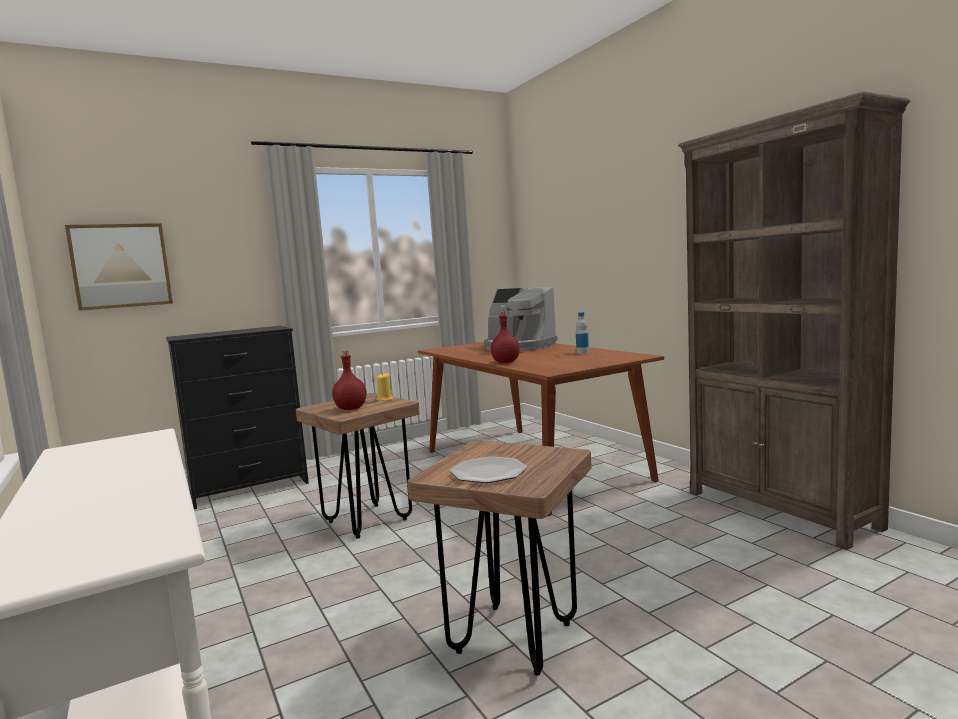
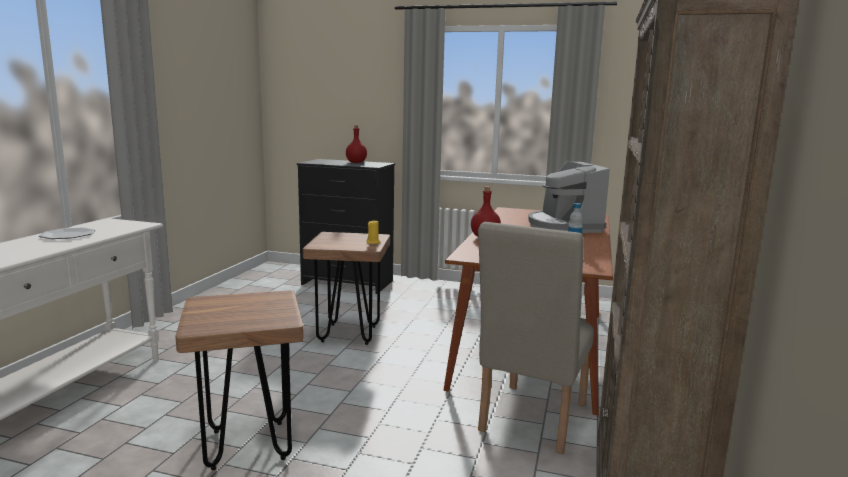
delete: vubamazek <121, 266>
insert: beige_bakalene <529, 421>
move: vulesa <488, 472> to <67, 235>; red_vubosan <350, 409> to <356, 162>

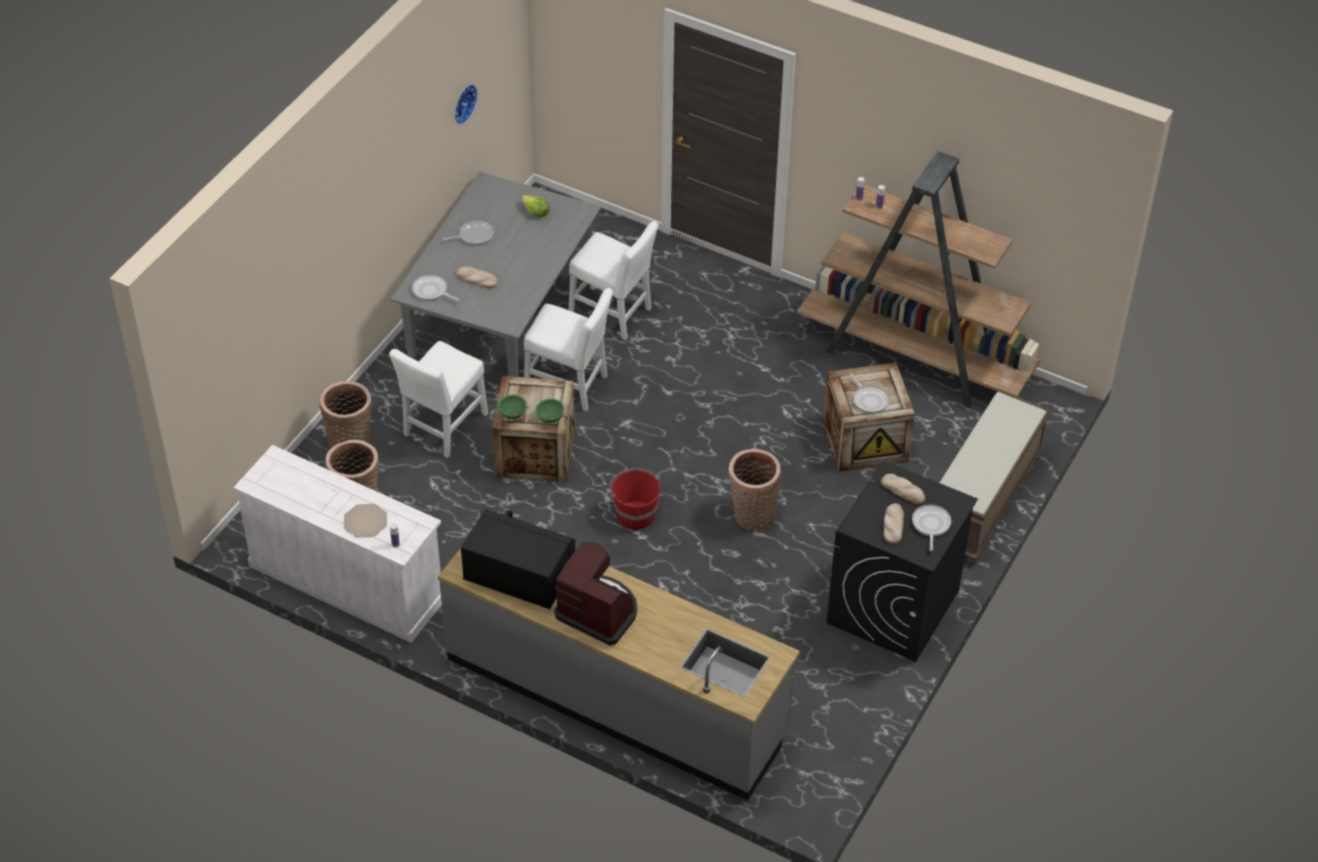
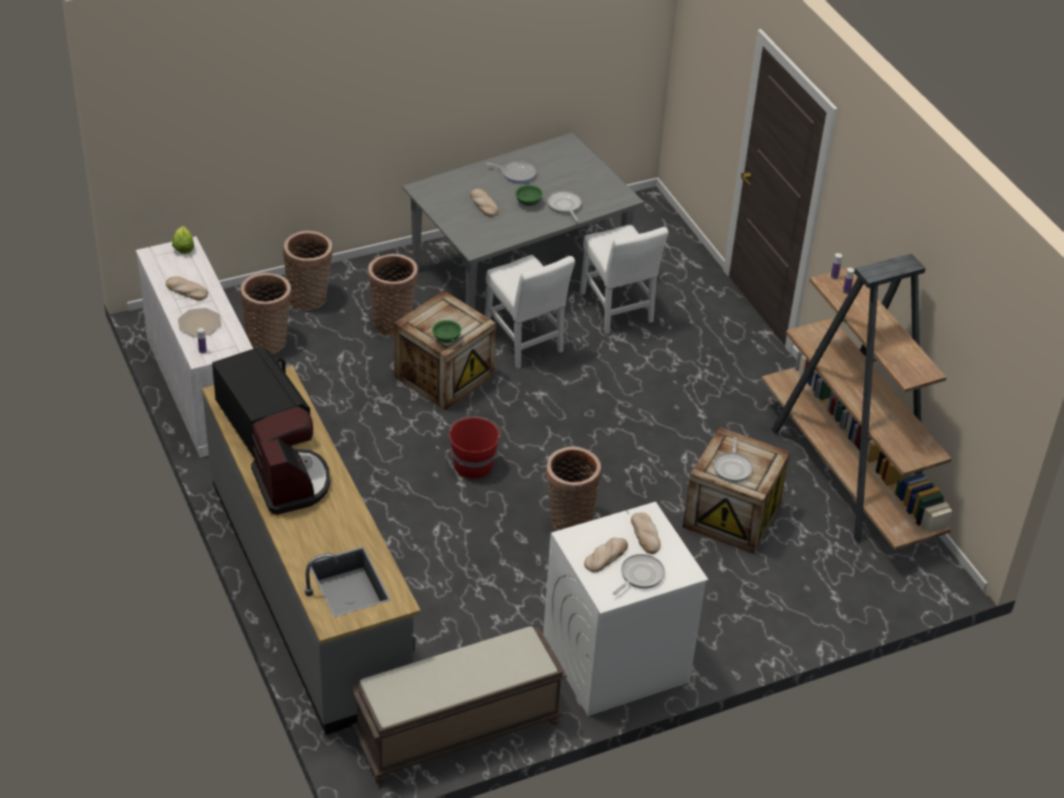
delete: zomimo <463, 103>
insert: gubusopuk <186, 290>
move: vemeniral <535, 212> to <183, 247>; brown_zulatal <983, 500> to <457, 730>; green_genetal <513, 415> to <528, 203>; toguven <431, 291> to <565, 206>
replace: white_bakalene <443, 428> to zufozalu <393, 321>
recolor: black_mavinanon <893, 607> to white_mavinanon <615, 660>

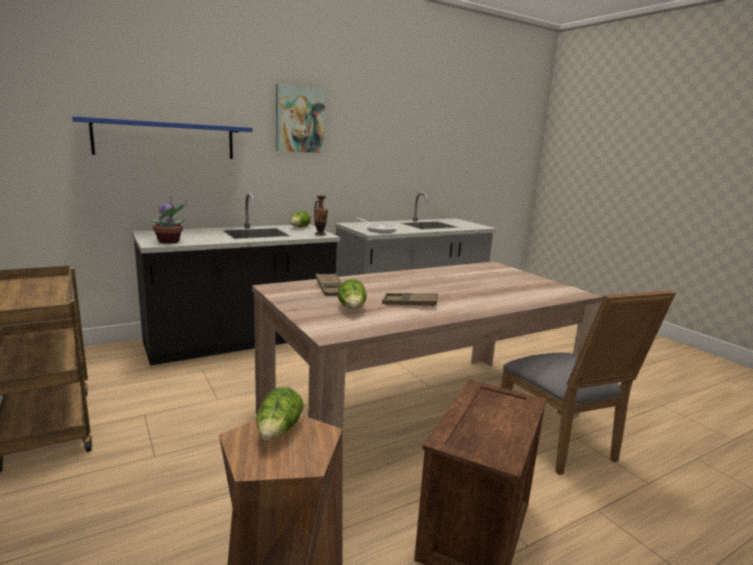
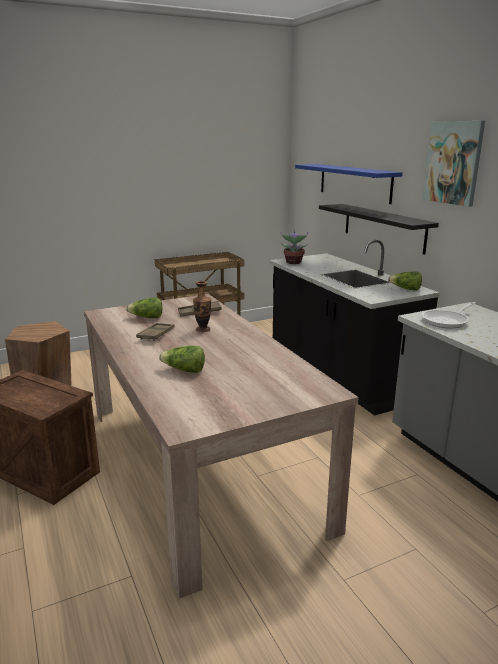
delete: grey_bakalene <561, 444>
insert: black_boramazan <383, 227>
move: vemeniral <279, 431> to <184, 370>; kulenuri <320, 234> to <203, 329>

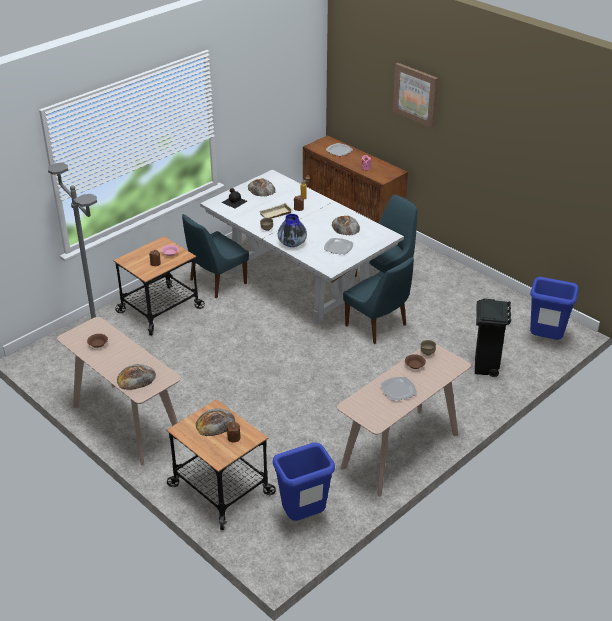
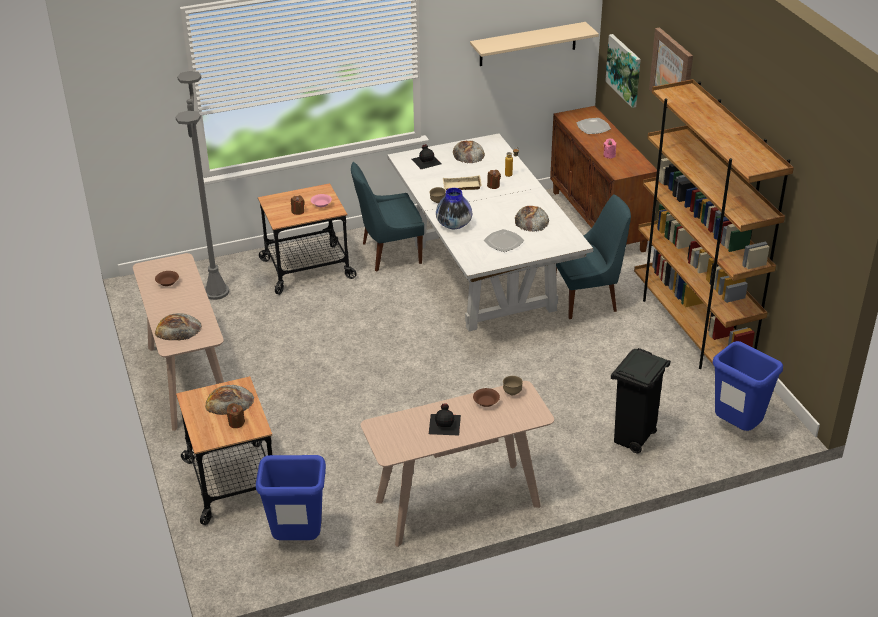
delete: blue_bakalene <377, 326>
insert: beige_boramazan <528, 44>; vubamazek <624, 70>; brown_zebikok <692, 328>
replace: vulesa <398, 389> to black_vubosan <445, 424>

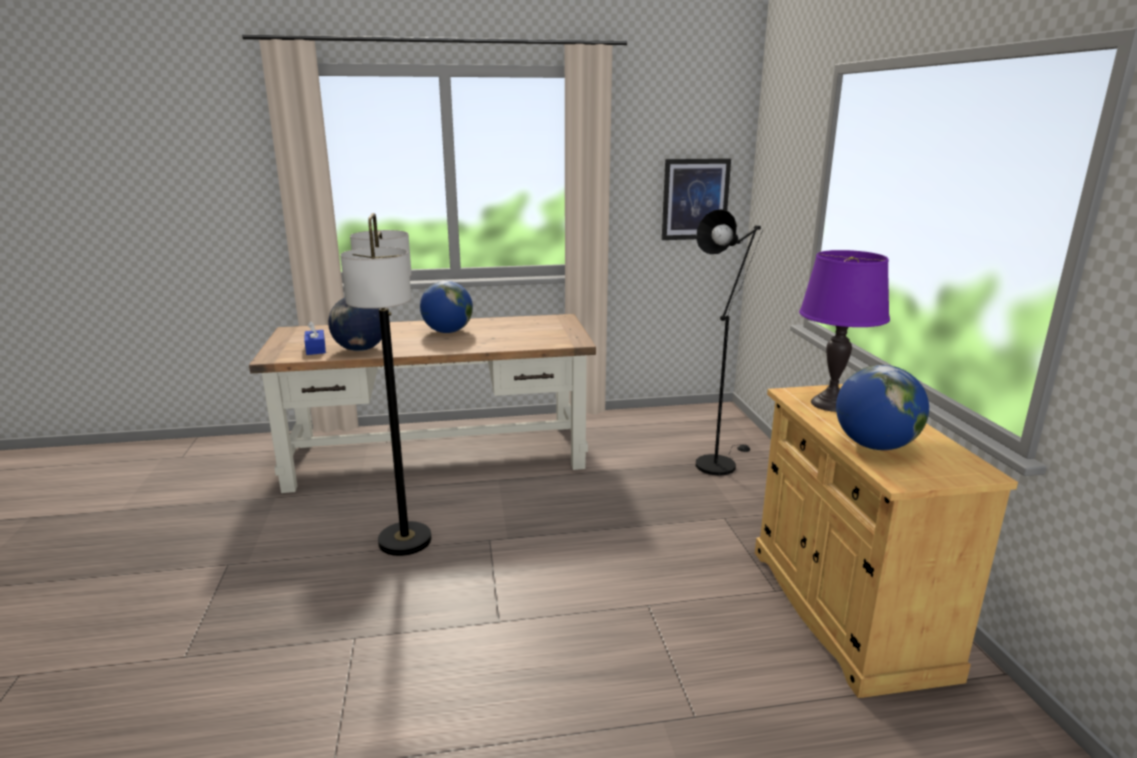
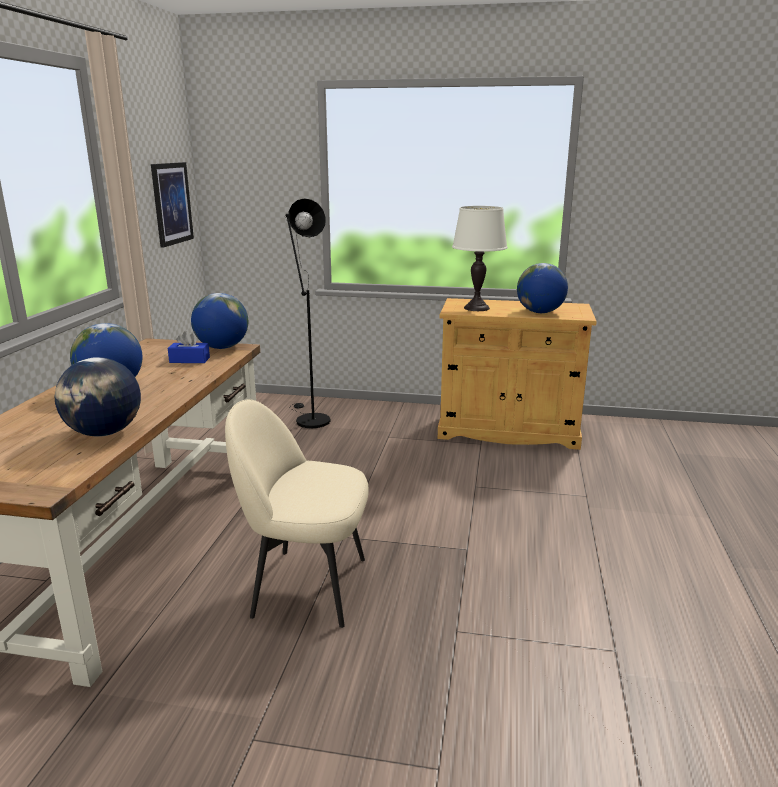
insert: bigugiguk <222, 347>
move: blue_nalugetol <316, 349> to <189, 360>
replace: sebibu <405, 540> to beige_bakalene <306, 586>
recolor: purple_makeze <830, 404> to white_makeze <476, 308>

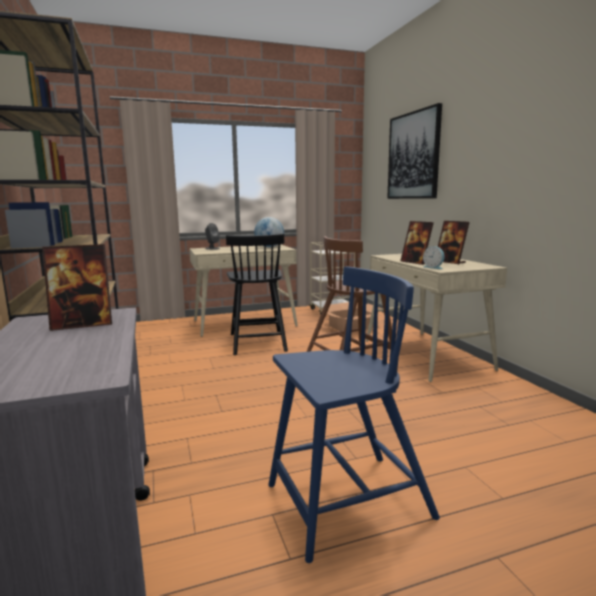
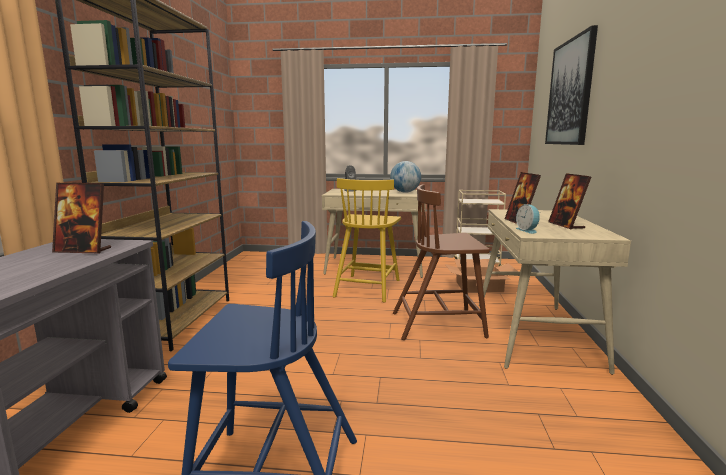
recolor: black_bakalene <257, 342> to yellow_bakalene <367, 287>

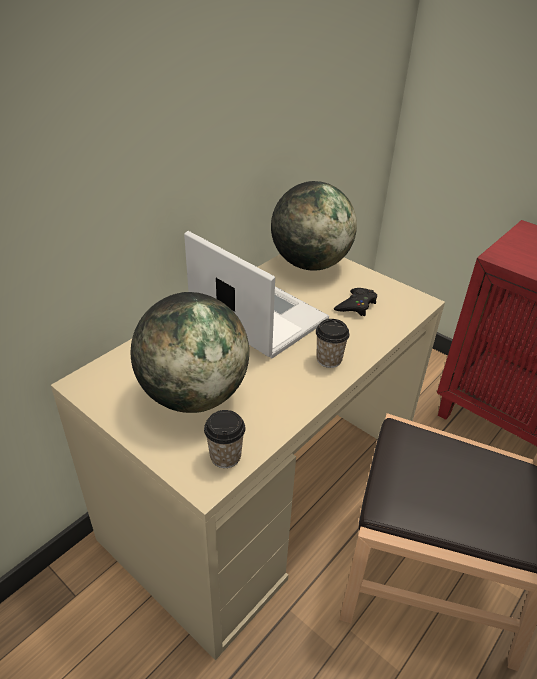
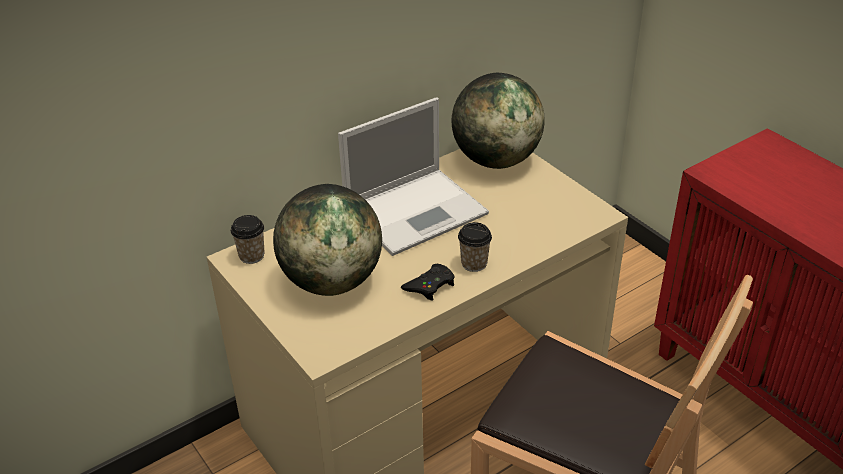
move: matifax <225, 456> to <251, 256>; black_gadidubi <356, 305> to <430, 285>
rotate: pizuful <256, 314> = <417, 210> 90 degrees clockwise

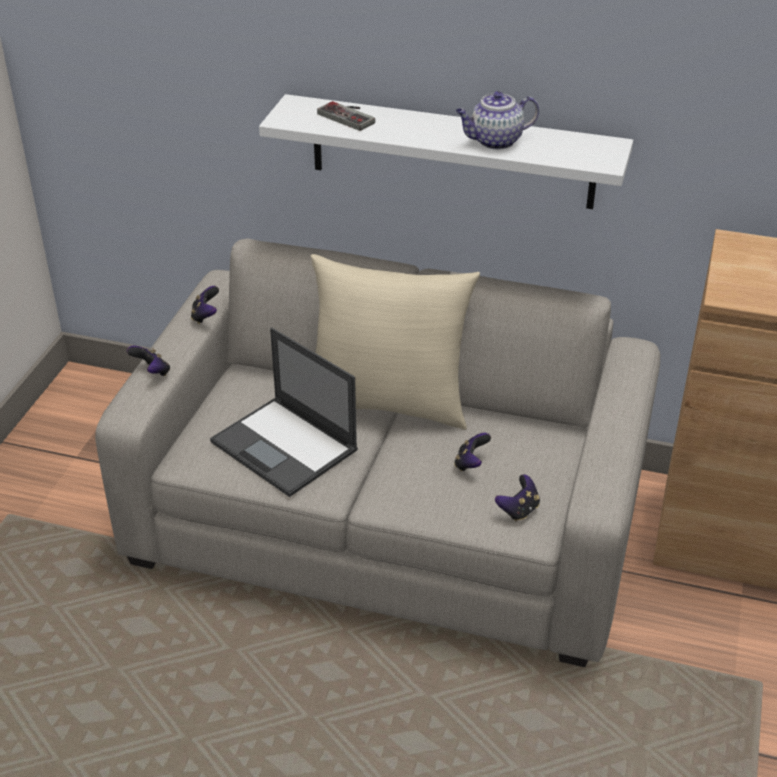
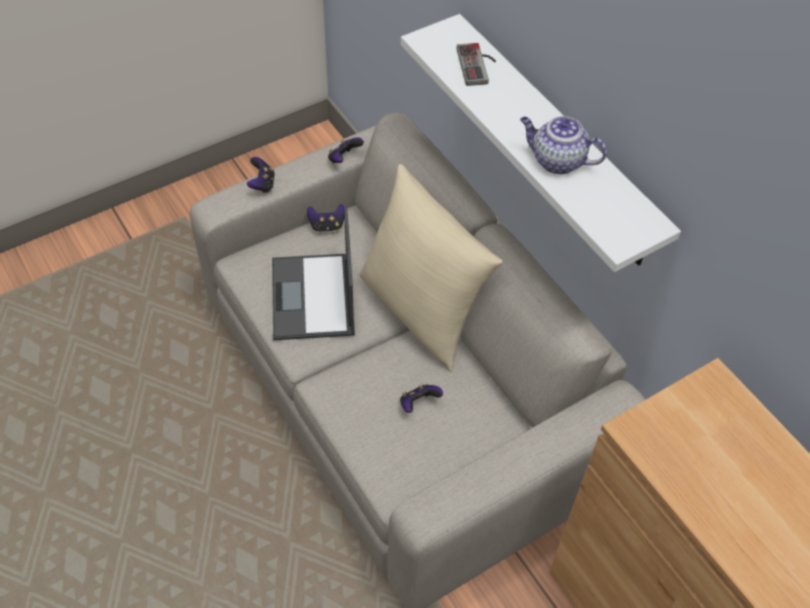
move: gadidubi <518, 510> to <327, 226>

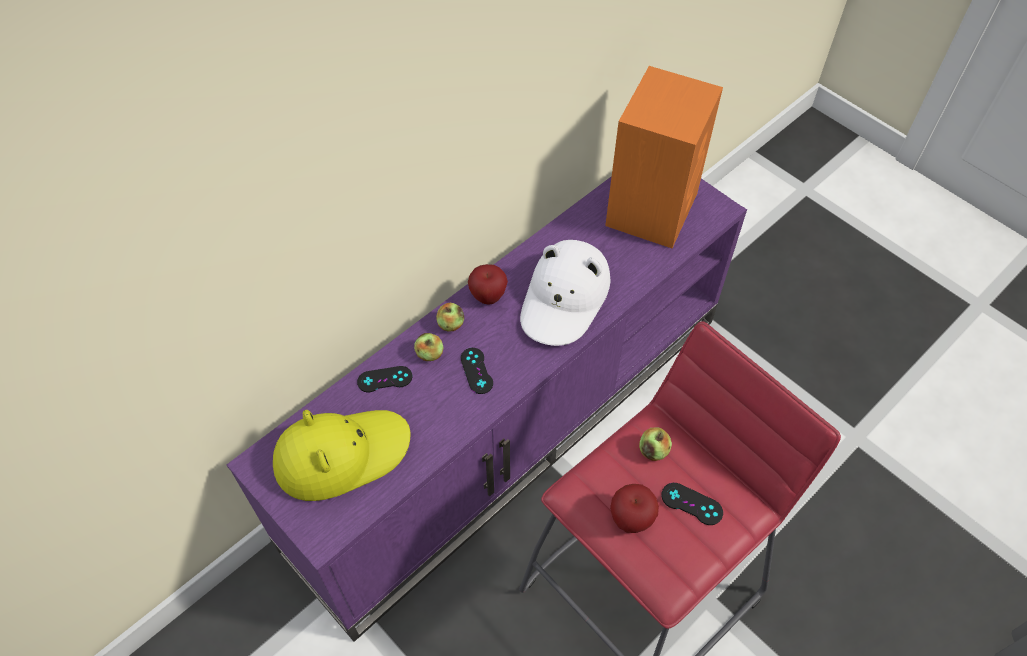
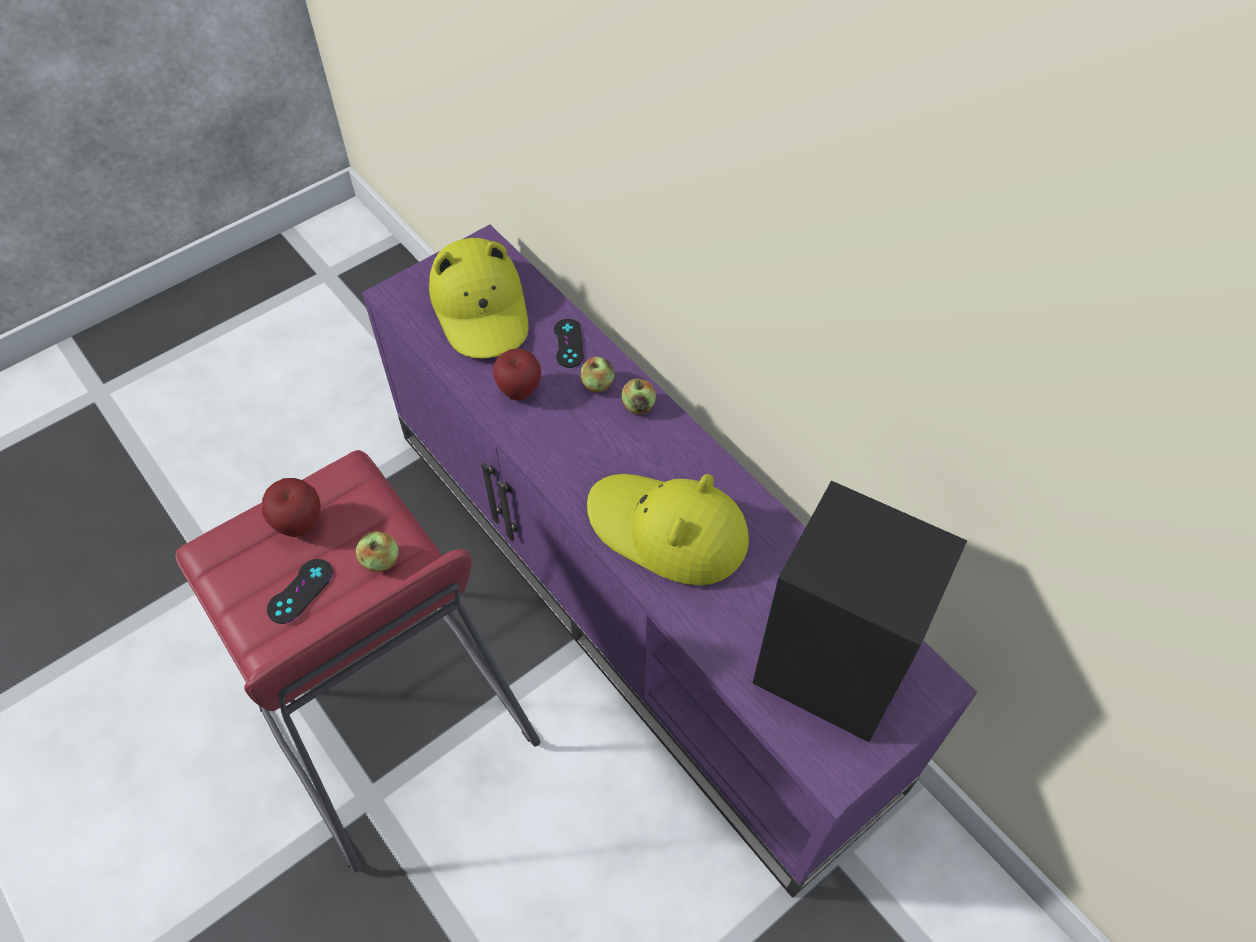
delete: black_gadidubi <476, 371>
move: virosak <488, 297> to <519, 391>
recolor: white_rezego <564, 299> to yellow_rezego <667, 531>; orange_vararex <652, 207> to black_vararex <835, 668>

